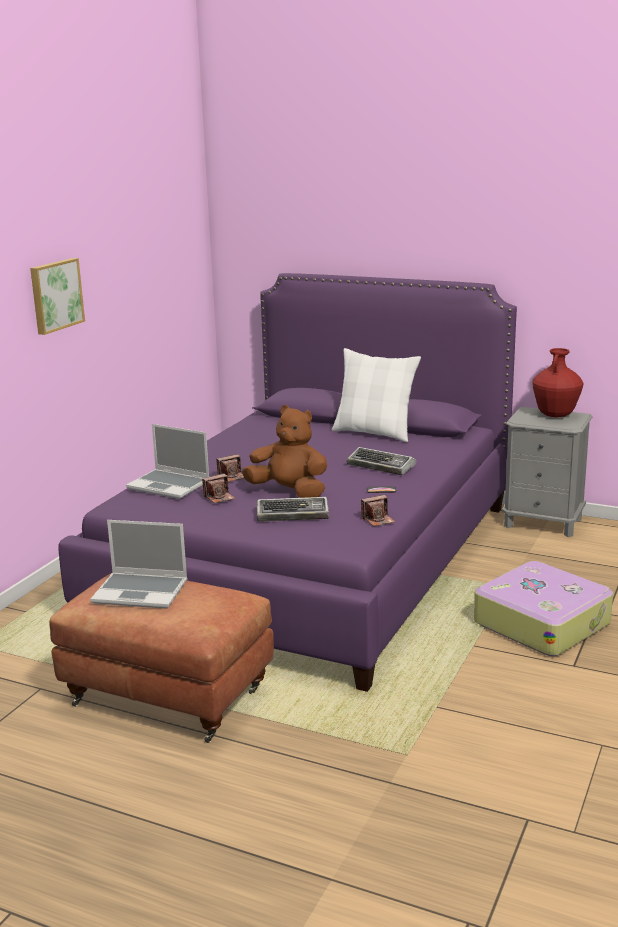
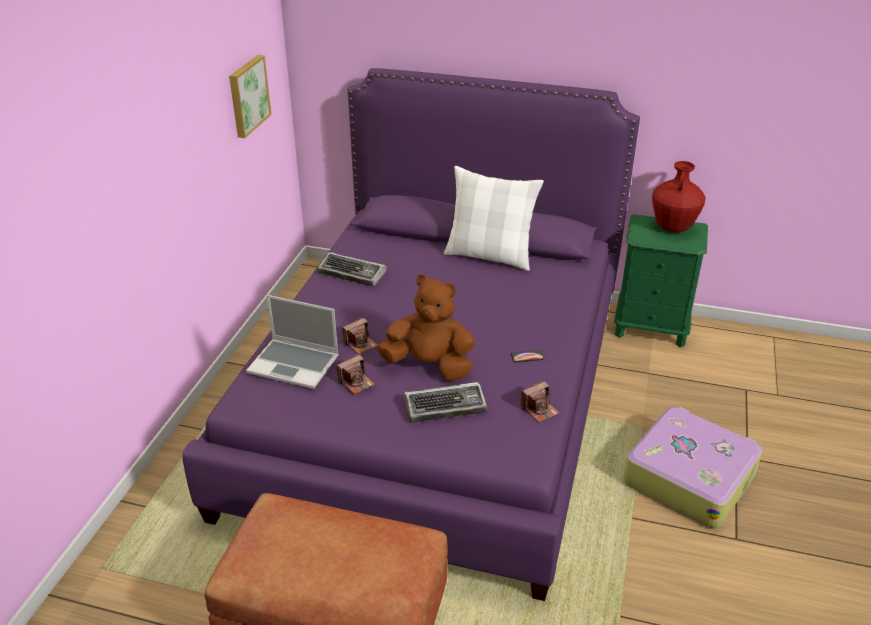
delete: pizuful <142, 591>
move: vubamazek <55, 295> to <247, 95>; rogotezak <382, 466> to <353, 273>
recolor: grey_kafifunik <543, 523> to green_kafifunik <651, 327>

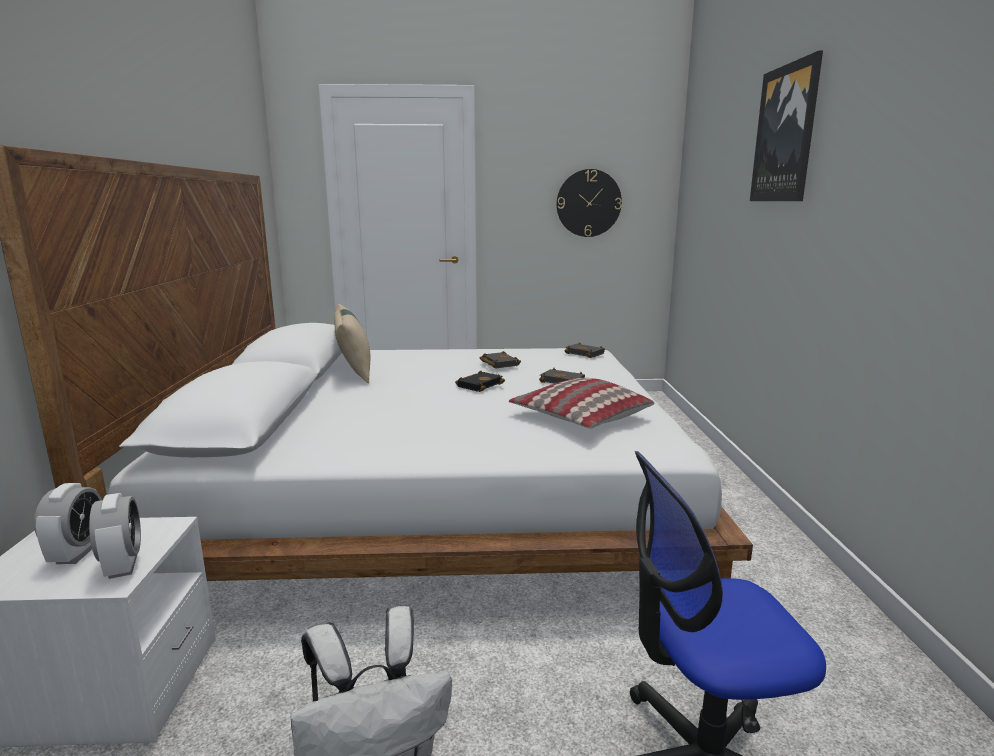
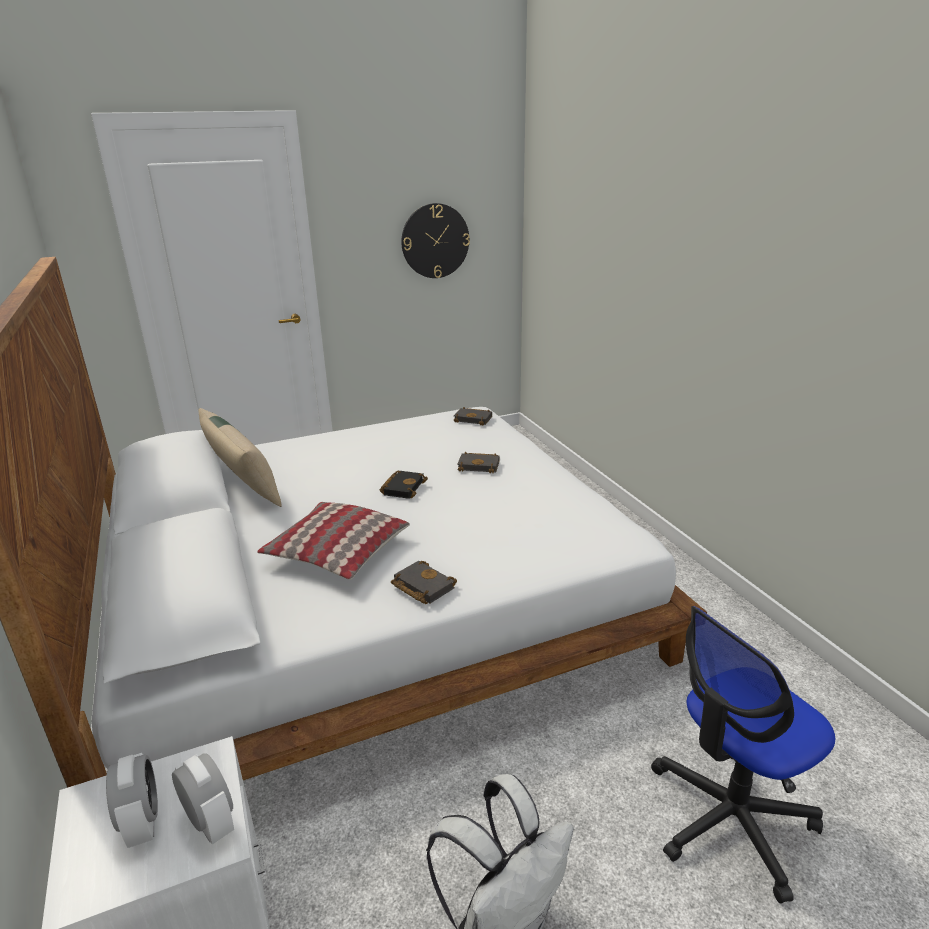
delete: vubamazek <786, 134>
move: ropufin <580, 418> to <337, 553>; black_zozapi <498, 363> to <421, 586>

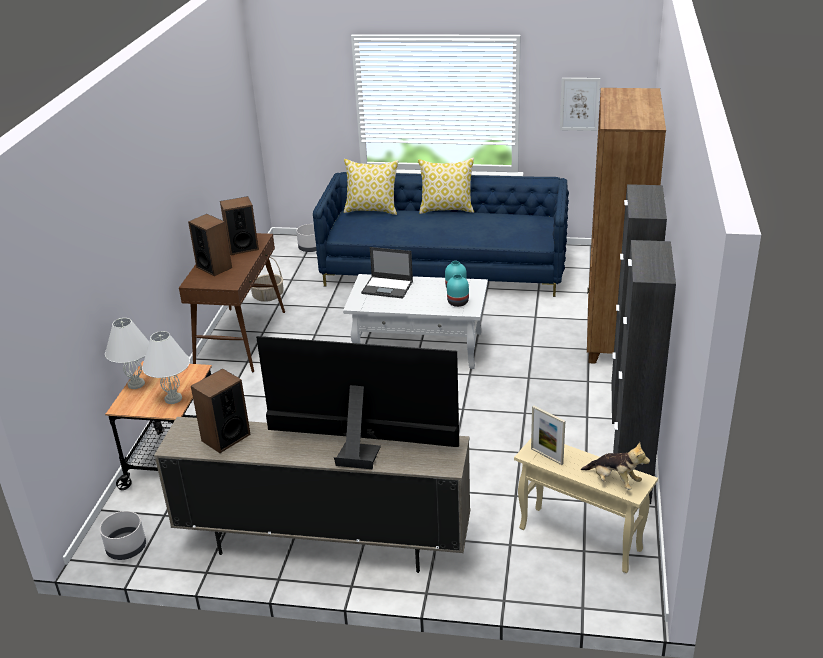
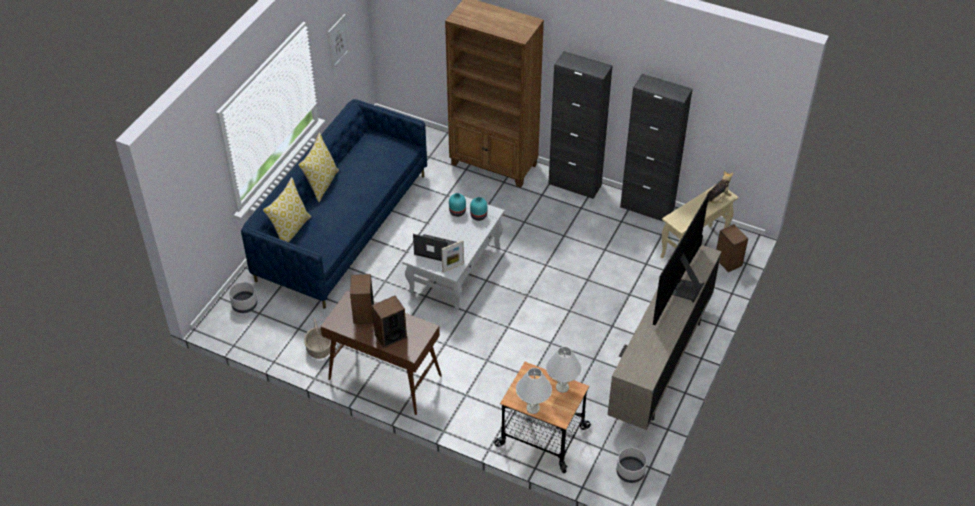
move: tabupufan <546, 456> to <453, 267>; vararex <225, 437> to <728, 262>
rotate: pizuful <388, 287> = <435, 248> 105 degrees counterclockwise

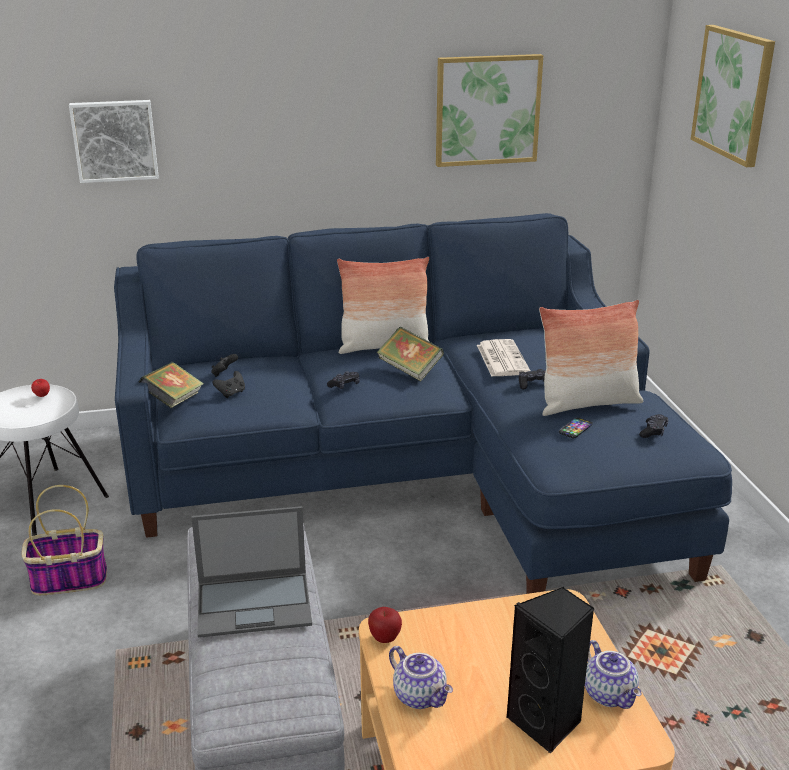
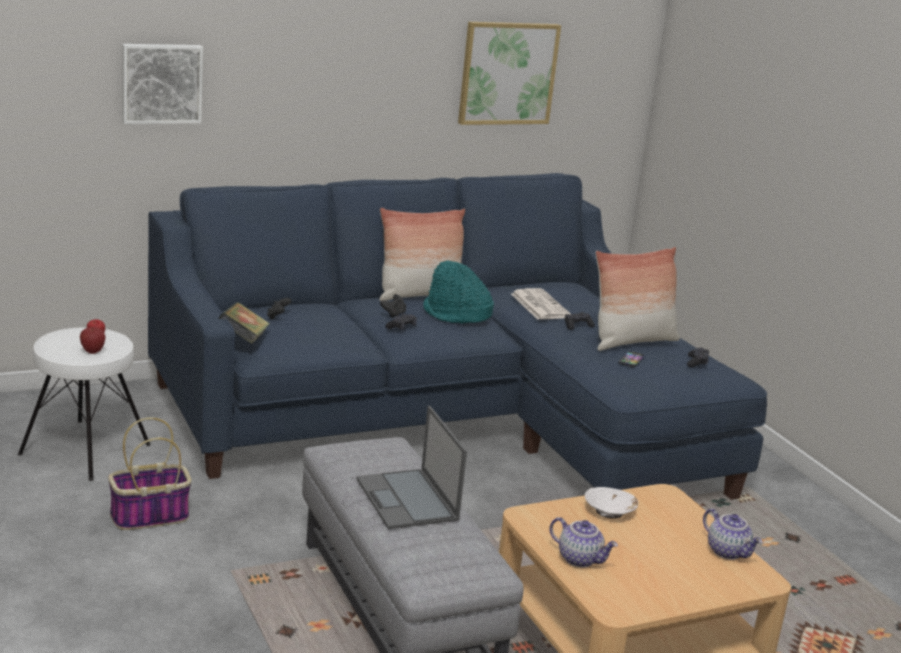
delete: black_vararex <547, 723>; vubamazek <733, 94>
insert: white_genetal <609, 511>
move: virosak <385, 638> to <92, 351>; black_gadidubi <231, 393> to <393, 314>
replace: zozapi <410, 370> to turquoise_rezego <456, 314>
rotate: pizuful <255, 604> = <408, 500> 90 degrees clockwise

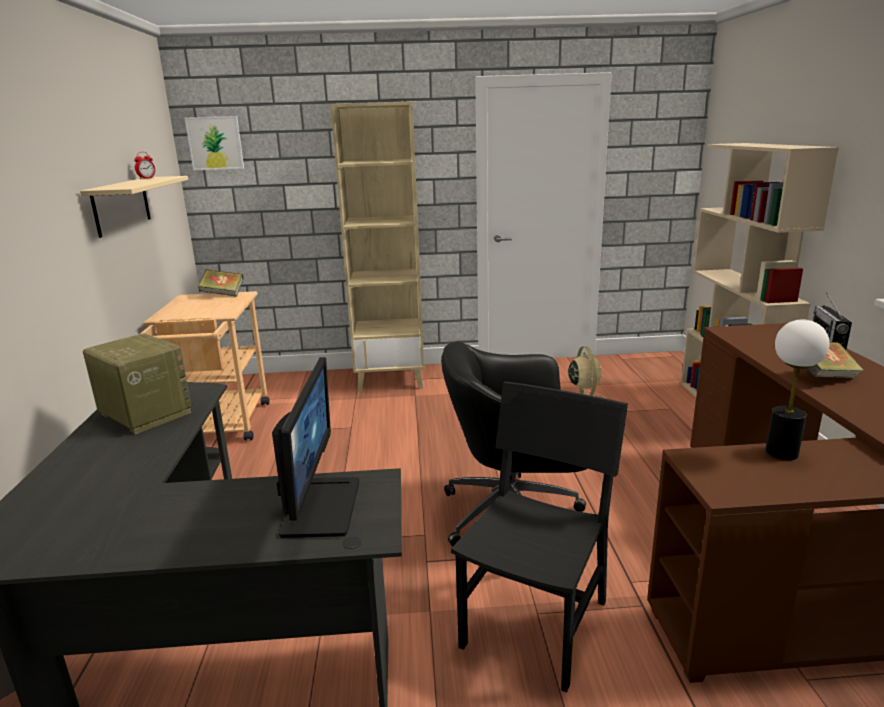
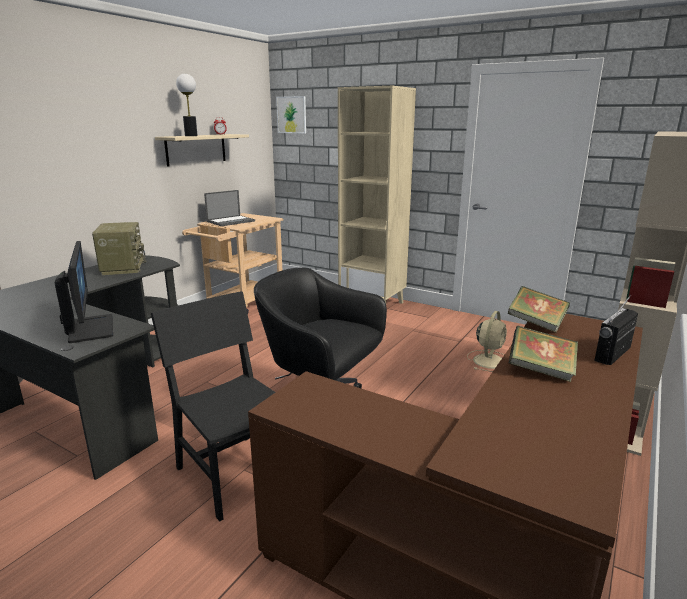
insert: pizuful <231, 221>
move: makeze <782, 453> to <191, 136>; zozapi <223, 294> to <536, 323>
rotate: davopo <319, 506> = <89, 328> 60 degrees counterclockwise; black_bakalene <535, 623> = <234, 474> 105 degrees counterclockwise

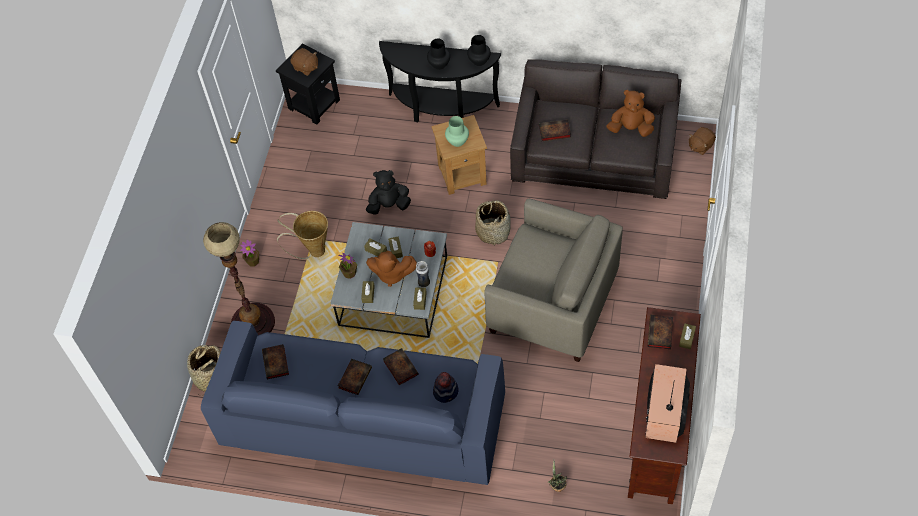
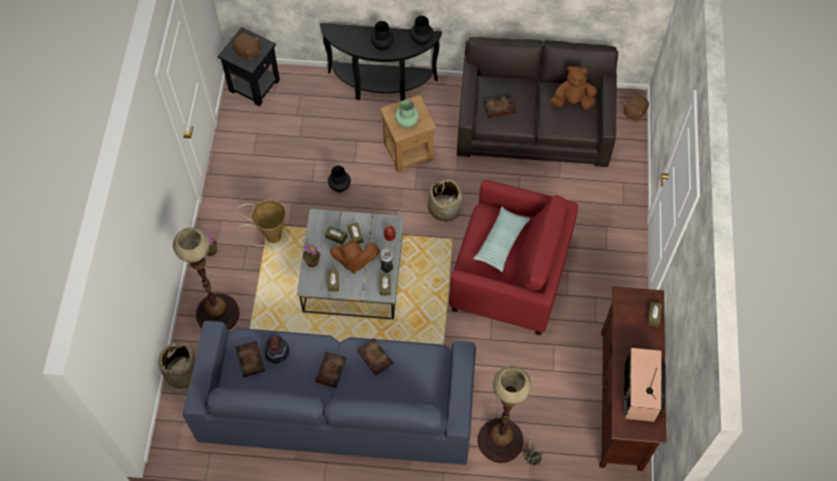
delete: zozapi <660, 334>
insert: ropufin <501, 242>; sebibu <500, 440>
move: rezego <446, 391> to <277, 352>
replace: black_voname <389, 205> to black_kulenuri <340, 186>
recolor: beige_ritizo <552, 302> to red_ritizo <509, 277>

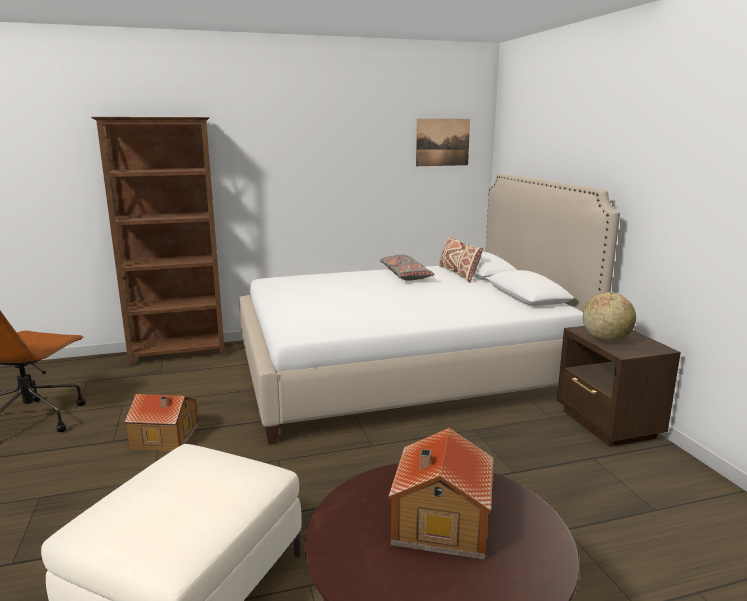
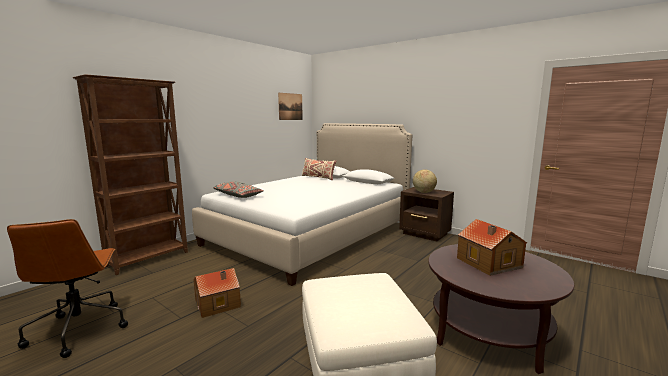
move: grey_ropufin <405, 275> to <237, 195>

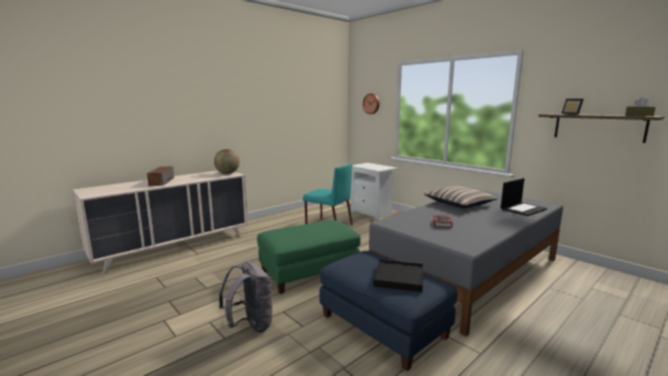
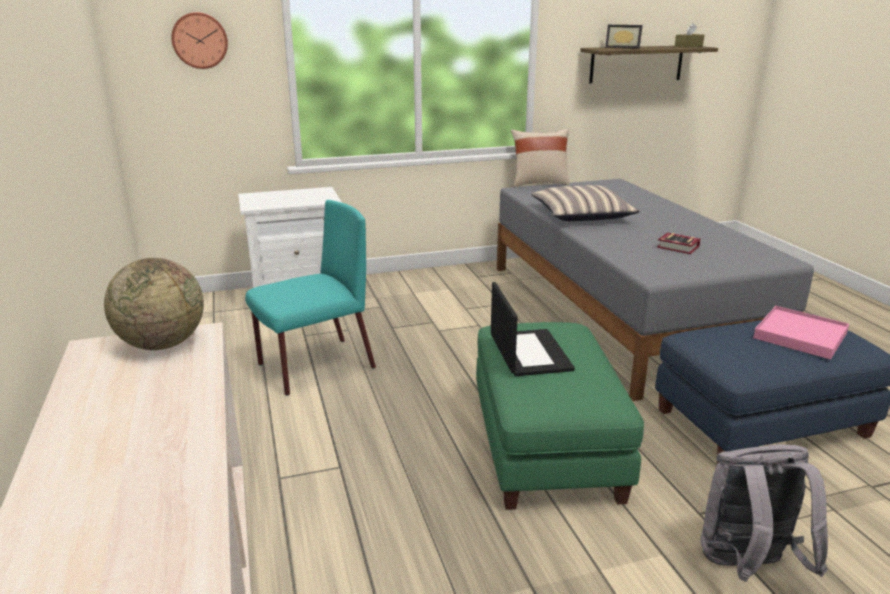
delete: vararex <161, 181>
insert: beige_ropufin <539, 183>
move: pizuful <523, 209> to <528, 352>
recolor: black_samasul <399, 278> to pink_samasul <800, 335>

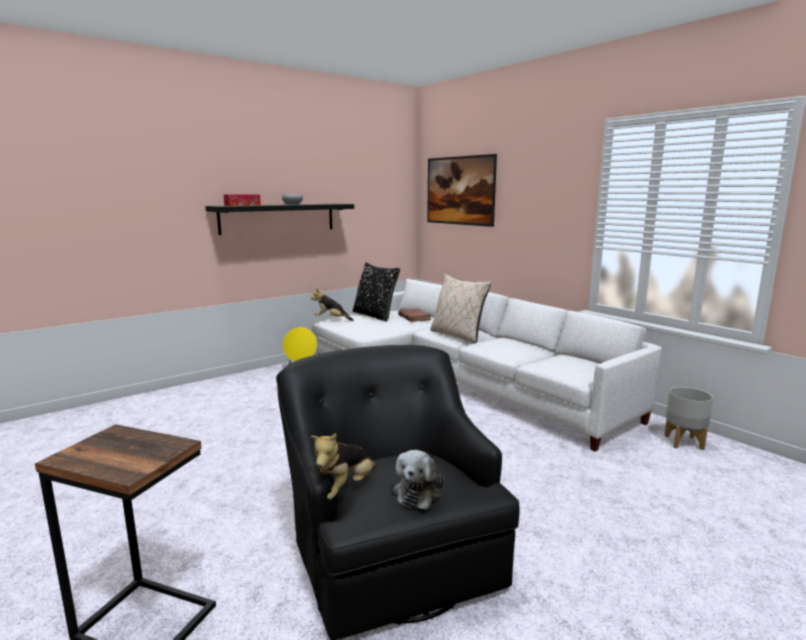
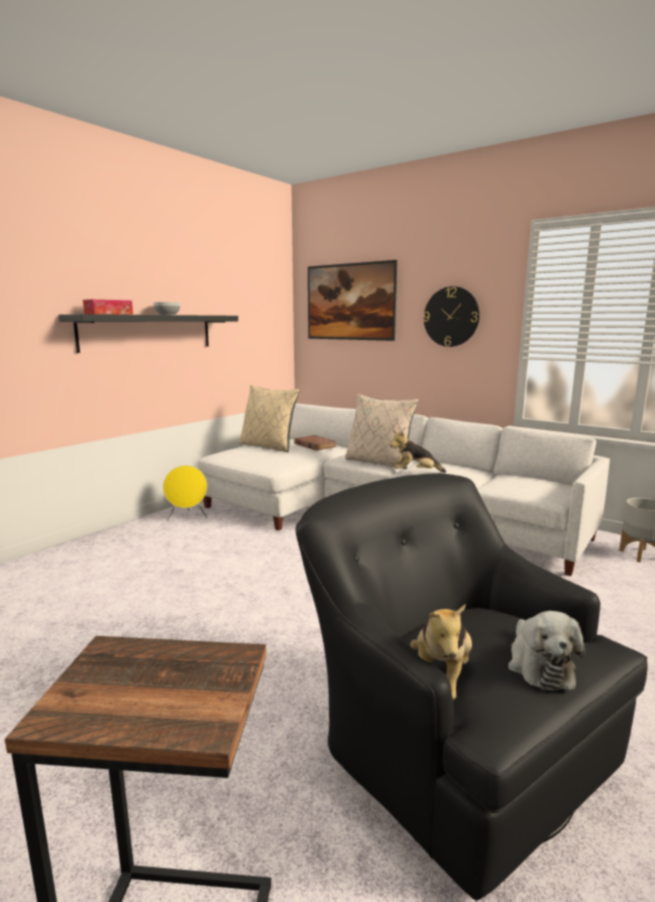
insert: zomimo <451, 317>
move: voname <331, 319> to <415, 472>
recolor: black_ropufin <375, 315> to beige_ropufin <268, 446>

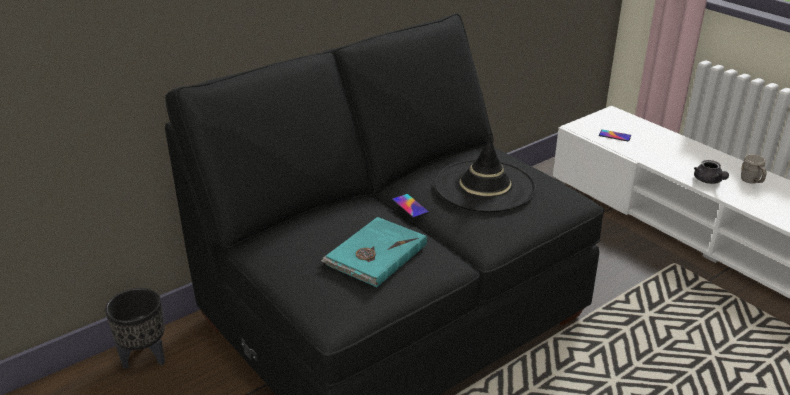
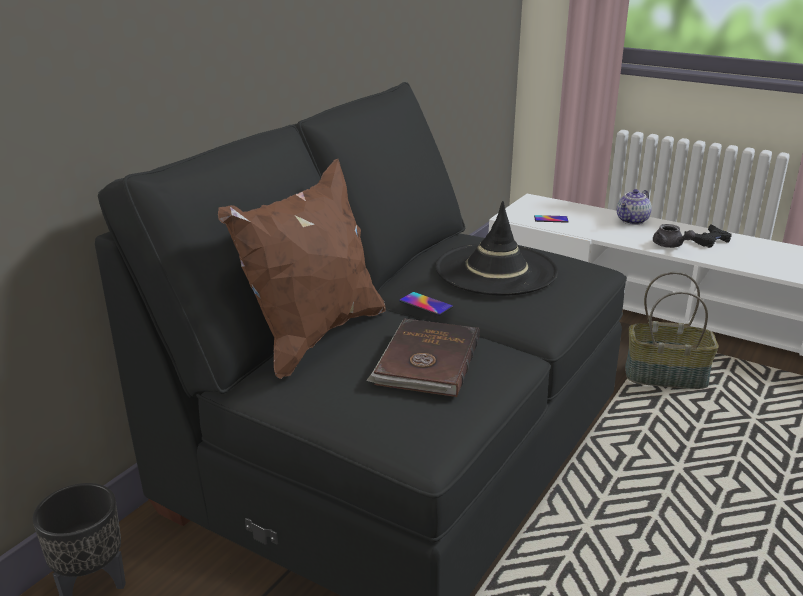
insert: brown_ropufin <314, 336>; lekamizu <632, 221>; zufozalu <666, 376>
replace: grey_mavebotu <752, 181> to black_gadidubi <708, 240>
recolor: turquoise_zozapi <375, 254> to brown_zozapi <426, 362>

